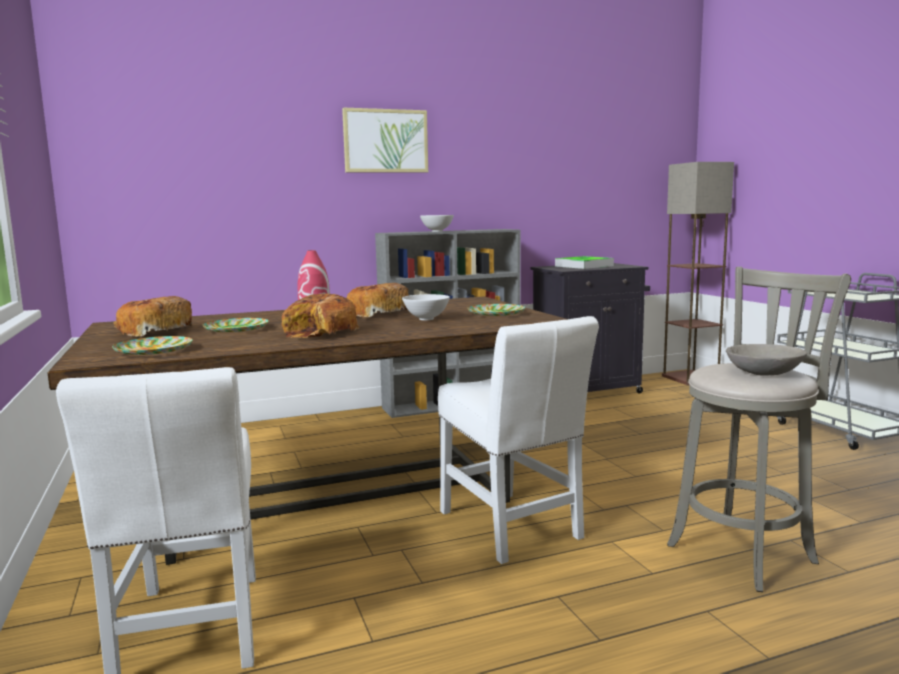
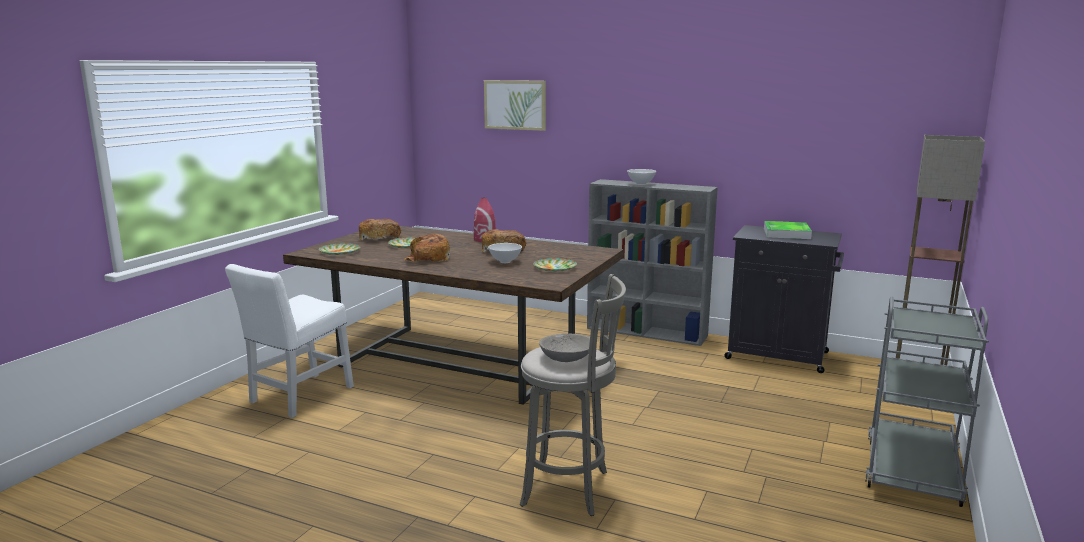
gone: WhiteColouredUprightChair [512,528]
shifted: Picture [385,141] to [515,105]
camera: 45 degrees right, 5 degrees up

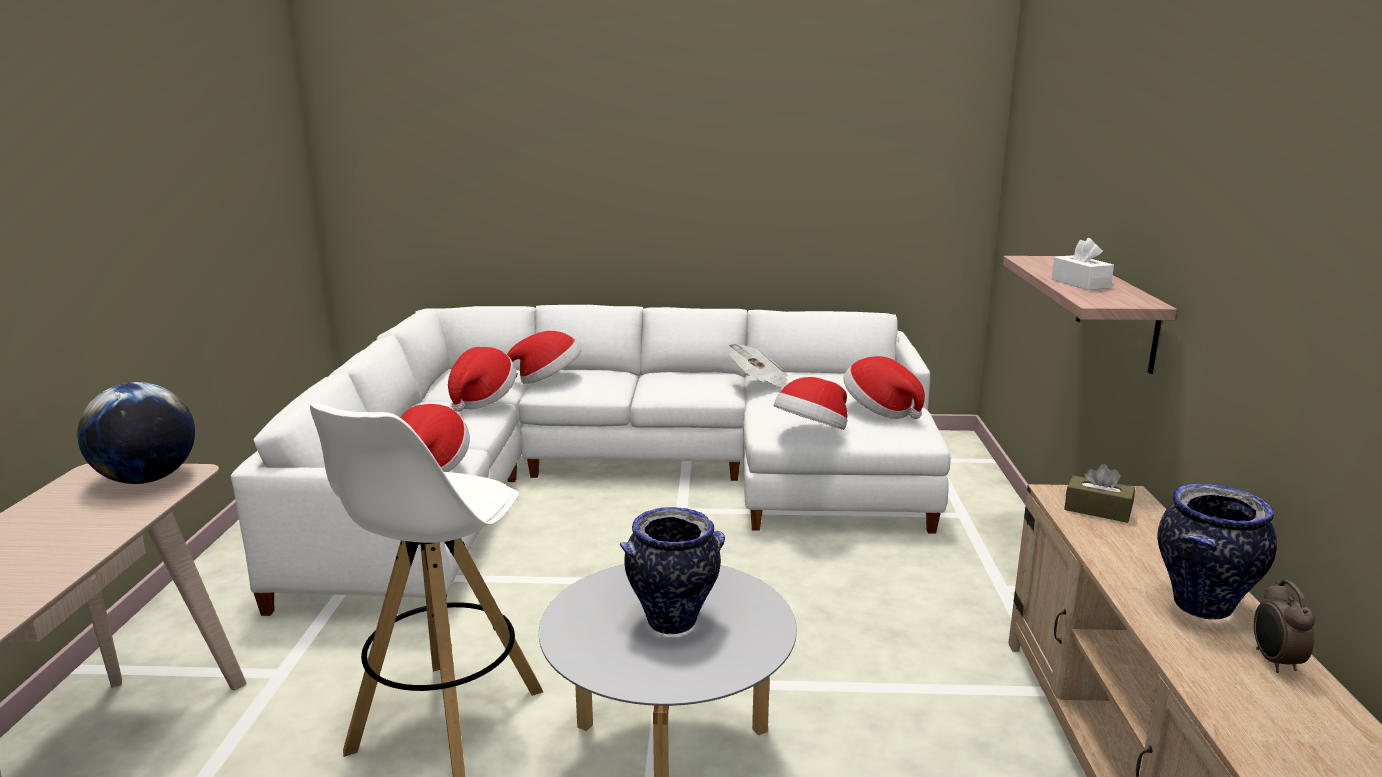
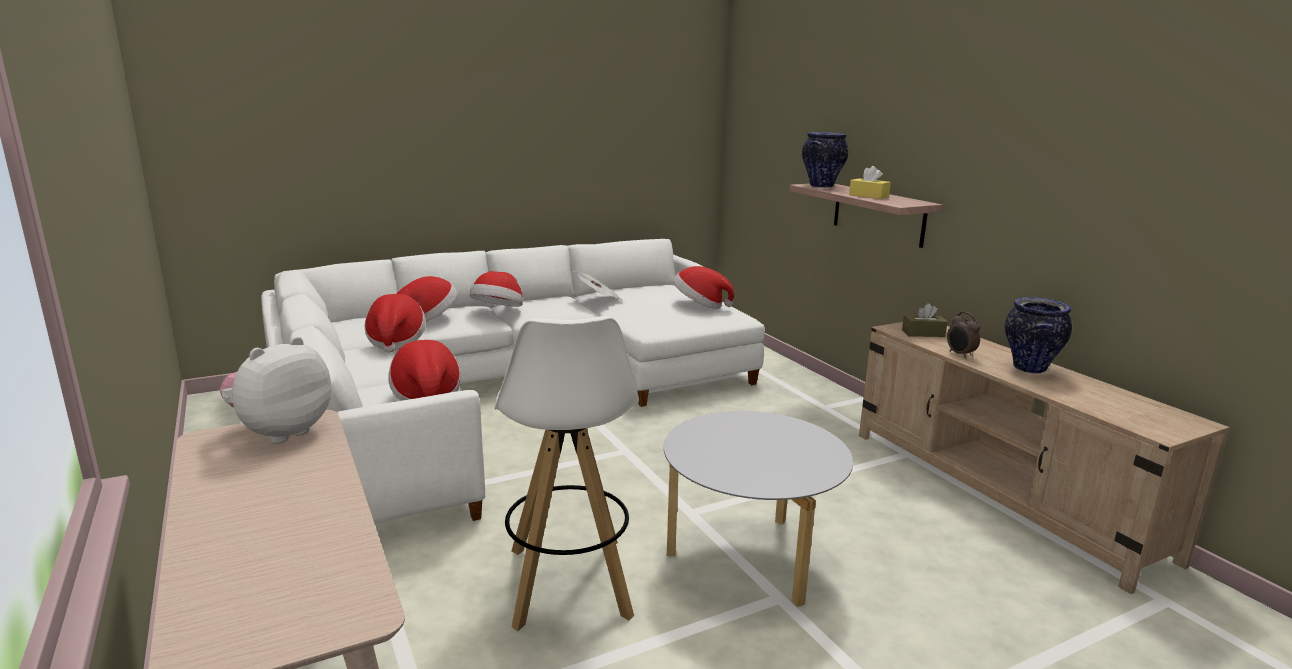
shifted: WearableHat [812,433] to [498,311]; Vase [673,621] to [821,186]; AlarmClock [1274,662] to [960,354]
swapped: DeskGlobe [147,479] to SoftToy [281,432]
repainted: WhiteColouredBoxOfTissues [1080,283] to YellowColouredBoxOfTissues [868,196]
camera: 30 degrees left, 0 degrees up

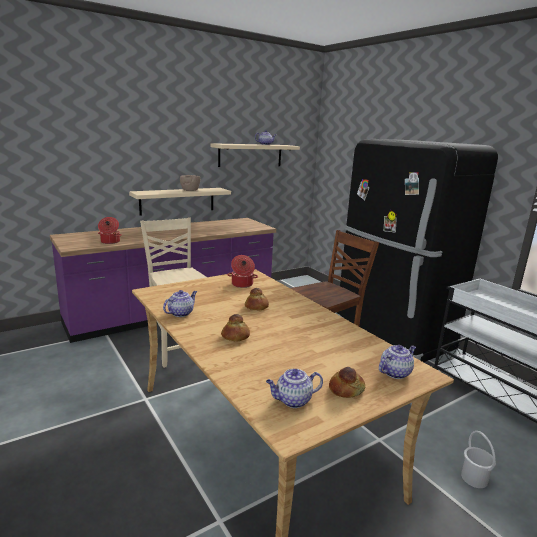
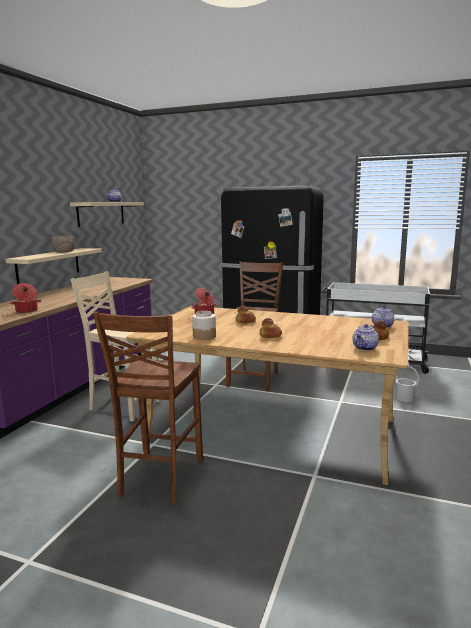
new: BrownUprightChair [159,478]
swapped: Teapot [181,313] to Jar [204,336]
camera: 35 degrees left, 5 degrees down

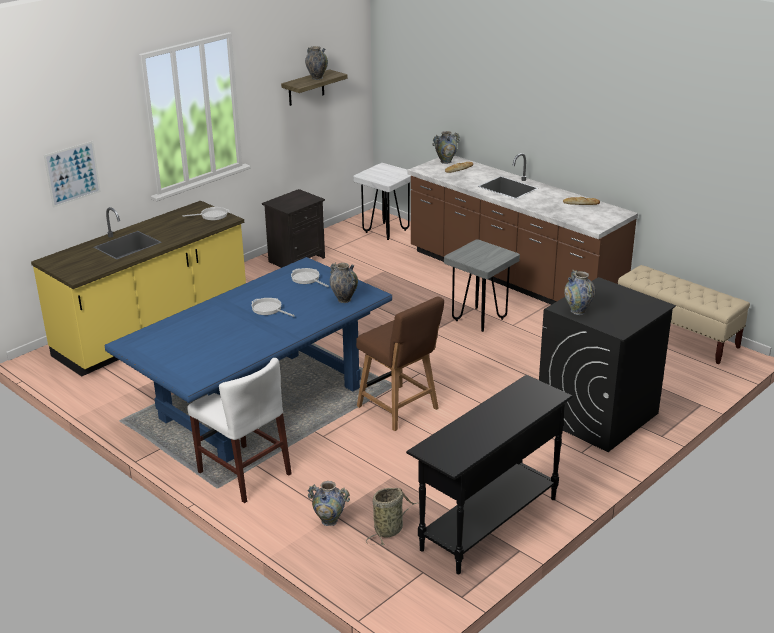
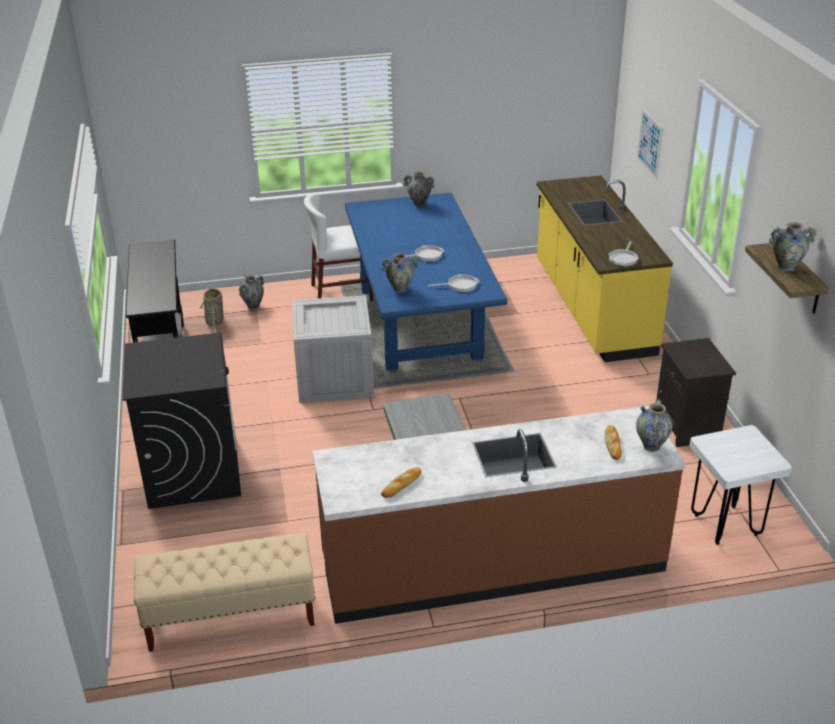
shifted: Vase [578,311] to [419,204]
swapped: BrownUprightChair [400,409] to Crate [333,378]
camera: 125 degrees right, 5 degrees up

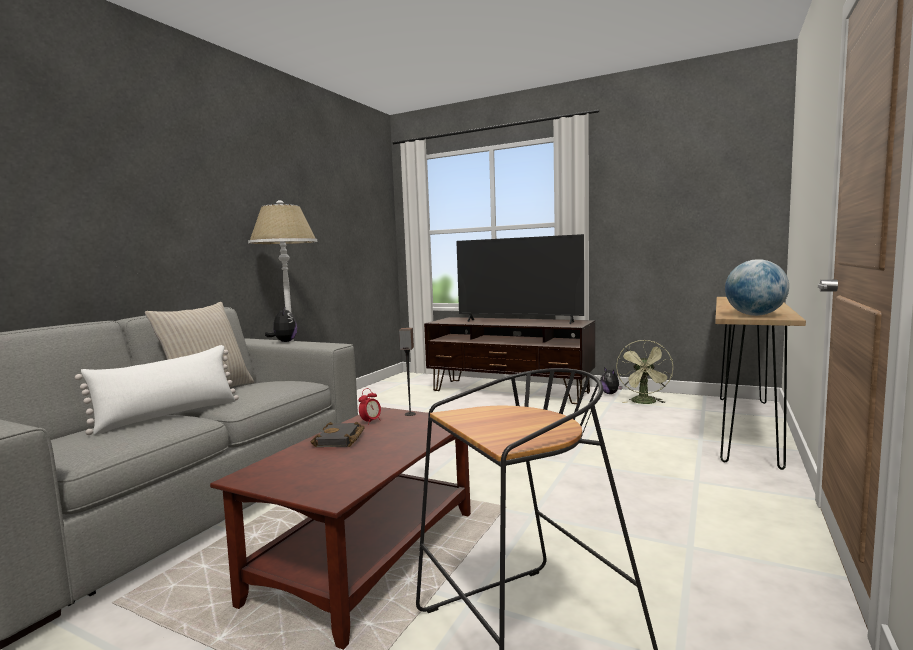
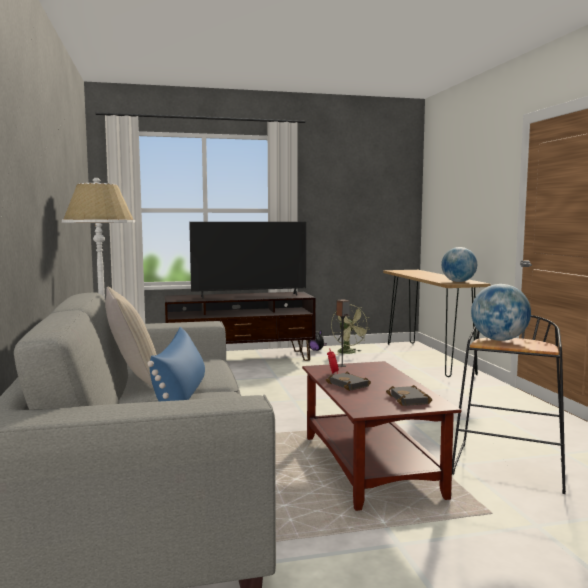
gone: SoftToy [284,342]
new: BlackishBook [410,400]; DeskGlobe [499,340]
repainted: WhiteColouredCushion [169,415] to BluishCushion [181,395]
camera: 40 degrees left, 0 degrees up

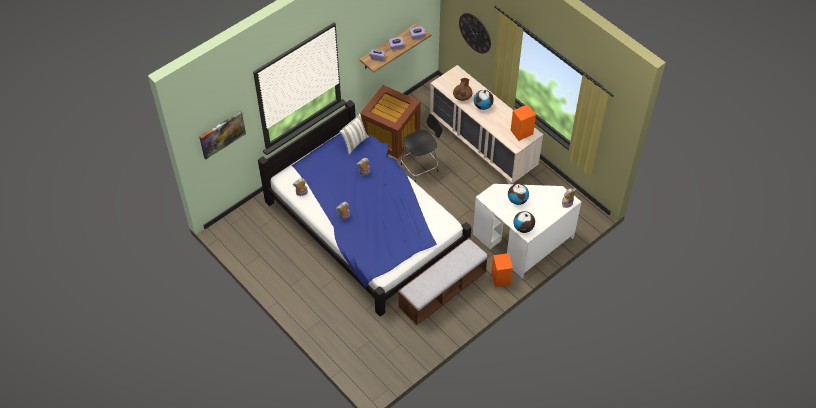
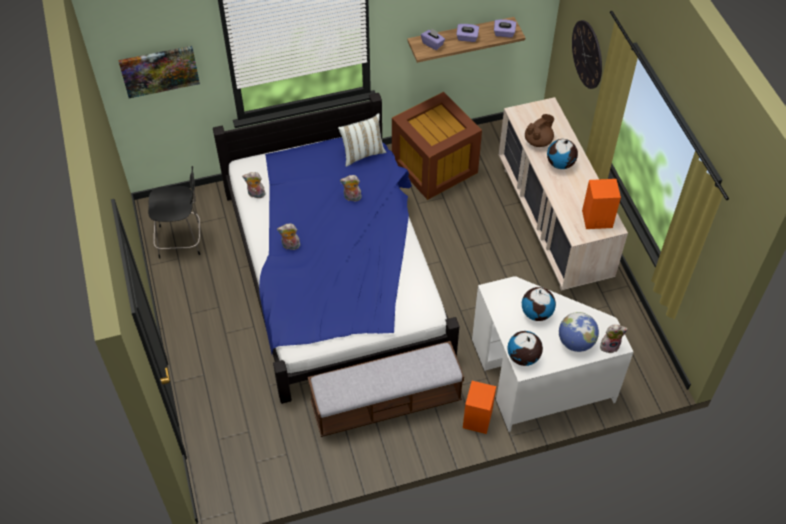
new: DeskGlobe [575,342]
shifted: BlackishUprightChair [420,167] to [181,240]
camera: 25 degrees right, 0 degrees up

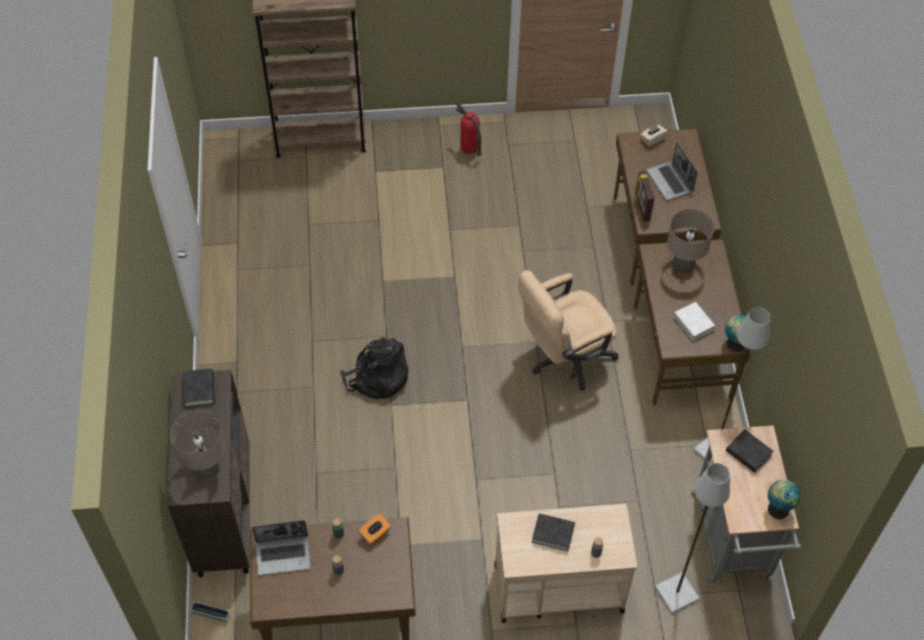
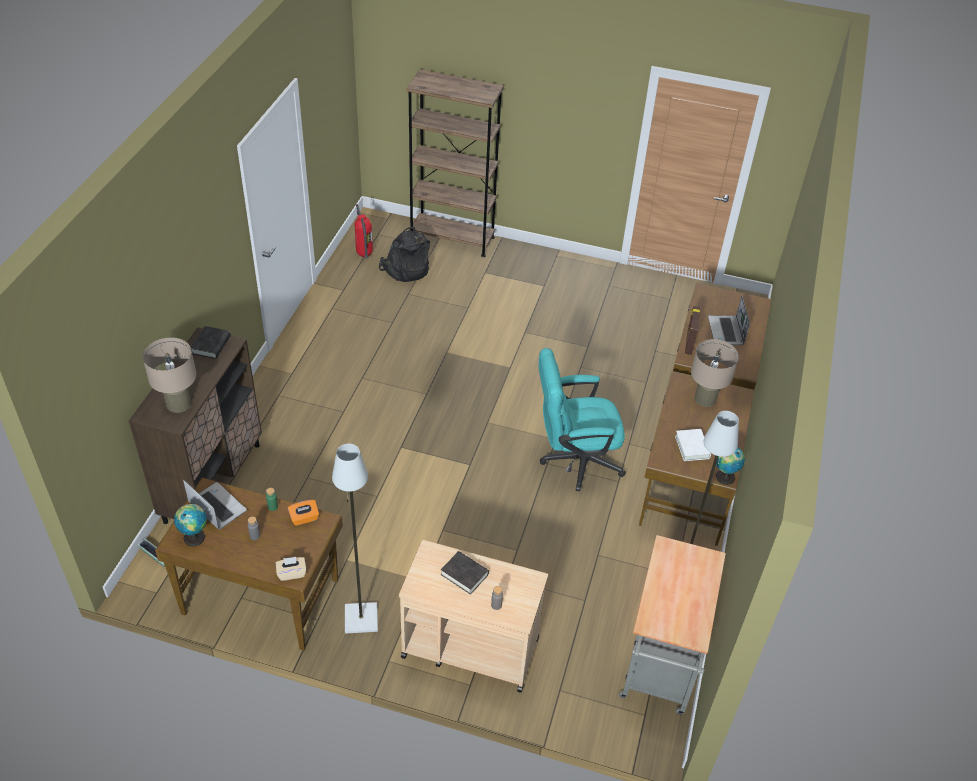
gone: BlackishBook [748,453]
shifted: DeskGlobe [777,508] to [195,536]; SandColouredBoxOfTissues [652,139] to [291,573]; GrayStandingLamp [676,594] to [360,619]; FireExtinguisher [469,150] to [364,255]; BlackishRucksack [377,378] to [405,269]
repainted: SandColouredComputerChair [564,358] to TurquoiseComputerChair [574,460]
rotated: PortableComputer [284,554] = [216,507] 150 degrees counterclockwise
camera: 20 degrees right, 10 degrees down

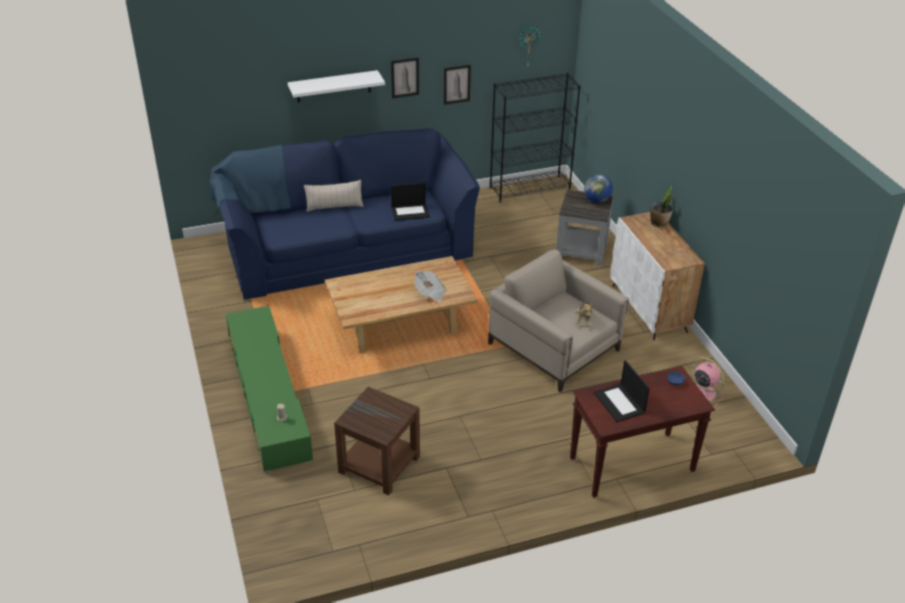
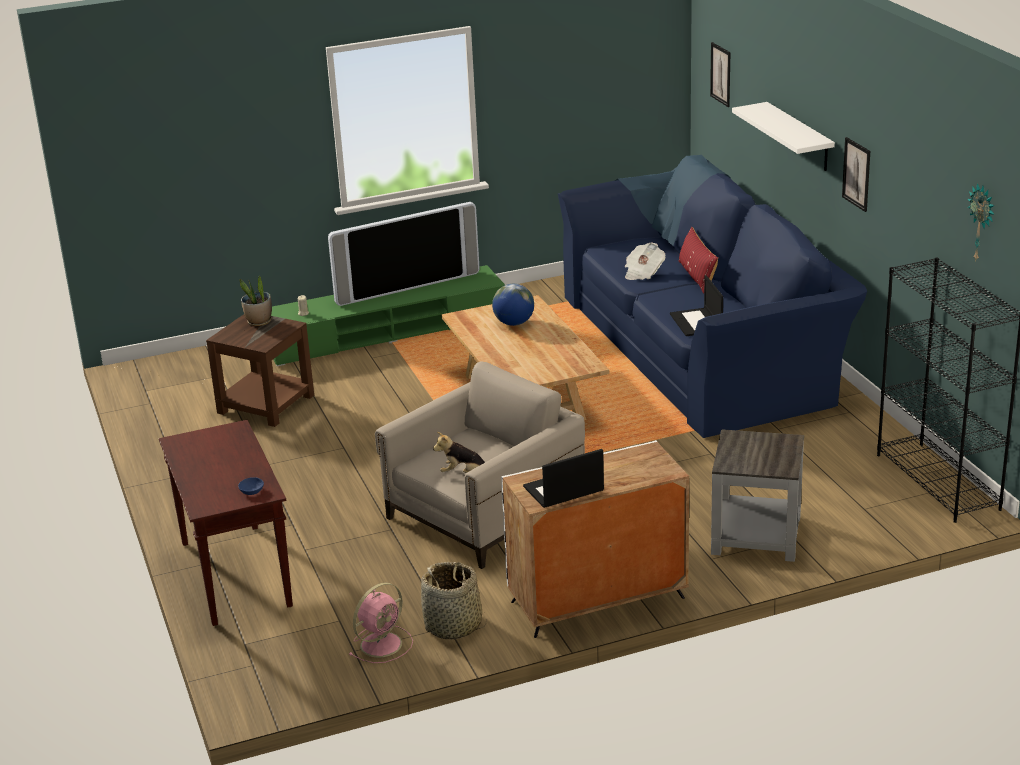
new: Tv [406,287]; Basket [453,625]
shifted: PottedPlant [659,223] to [259,322]; DeskGlobe [597,200] to [514,323]; PortableComputer [620,403] to [563,489]; DailyPaper [430,293] to [643,273]; Picture [456,84] to [720,74]
repainted: SandColouredCushion [334,207] to RedCushion [697,276]
camera: 90 degrees right, 10 degrees down

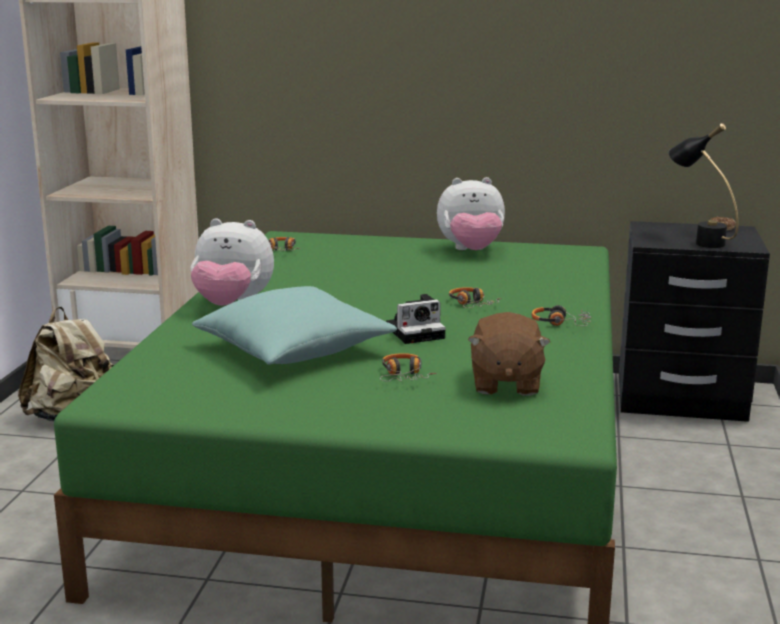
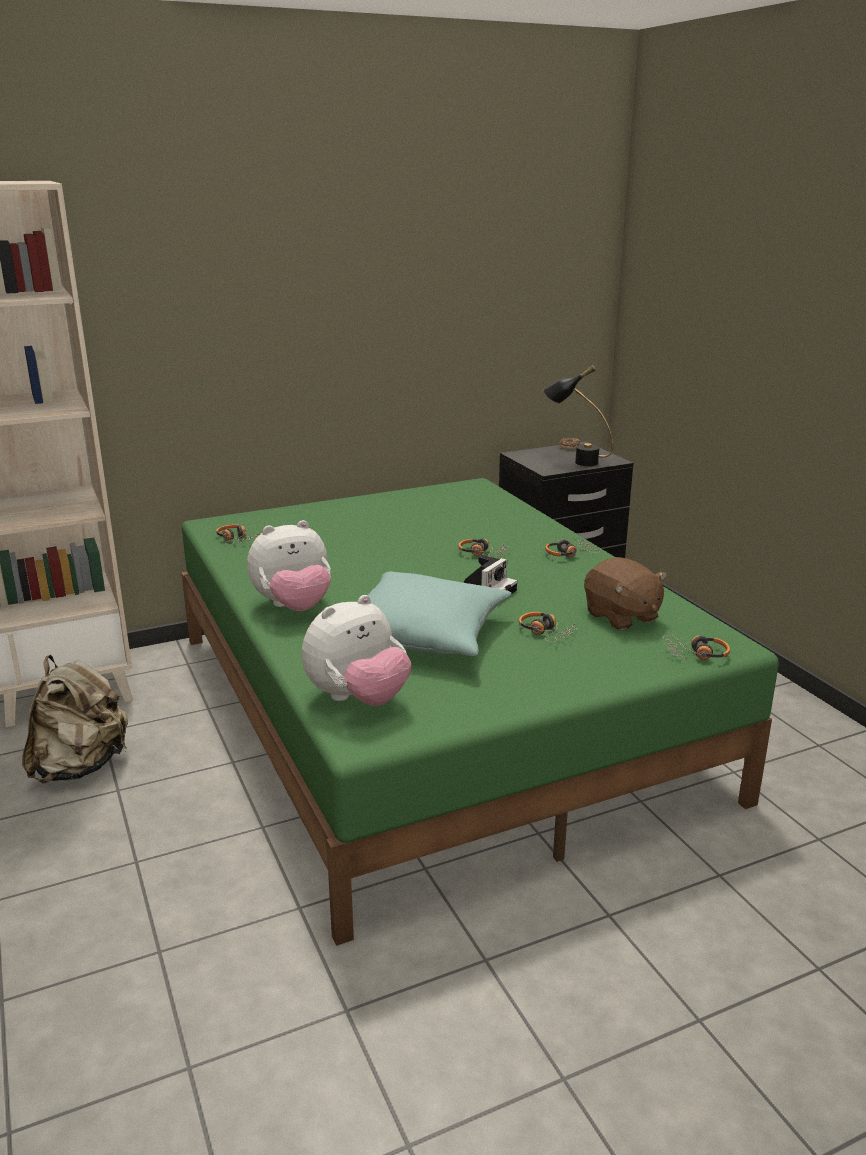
new: PairOfHeadphones [696,654]
shifted: SoftToy [471,251] to [358,699]
camera: 35 degrees left, 5 degrees up

